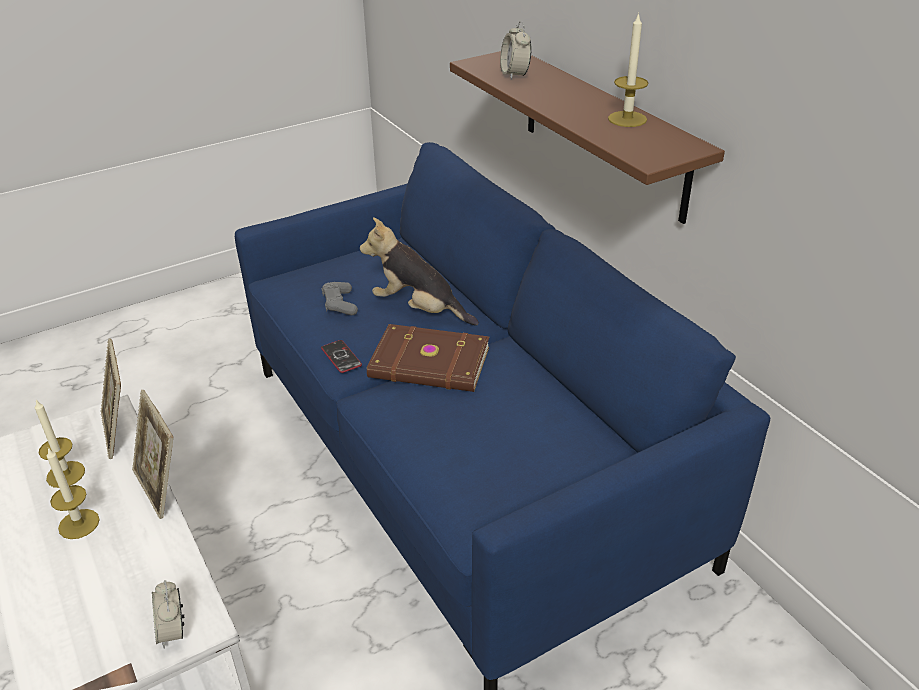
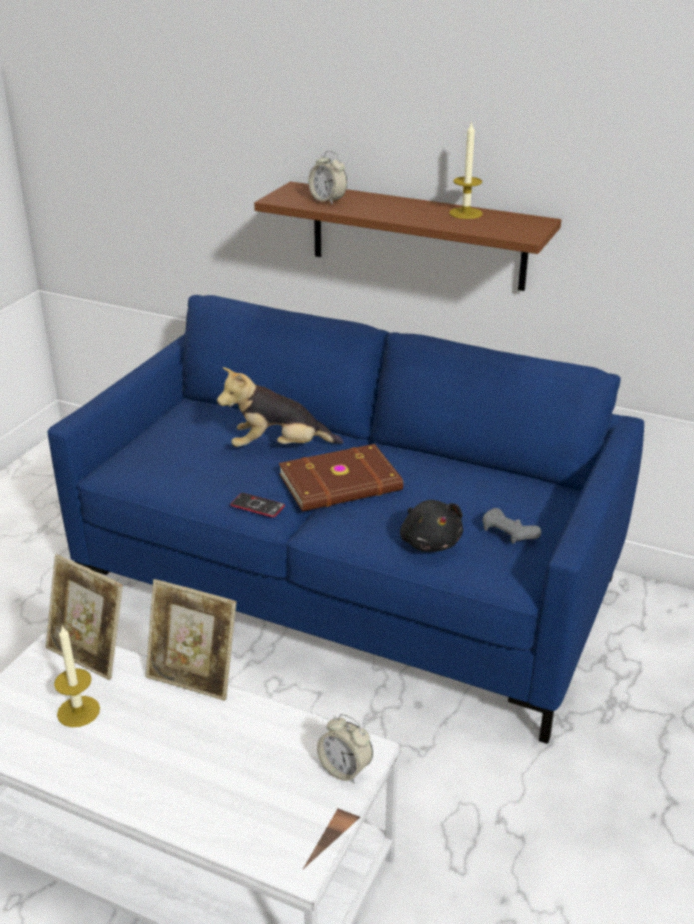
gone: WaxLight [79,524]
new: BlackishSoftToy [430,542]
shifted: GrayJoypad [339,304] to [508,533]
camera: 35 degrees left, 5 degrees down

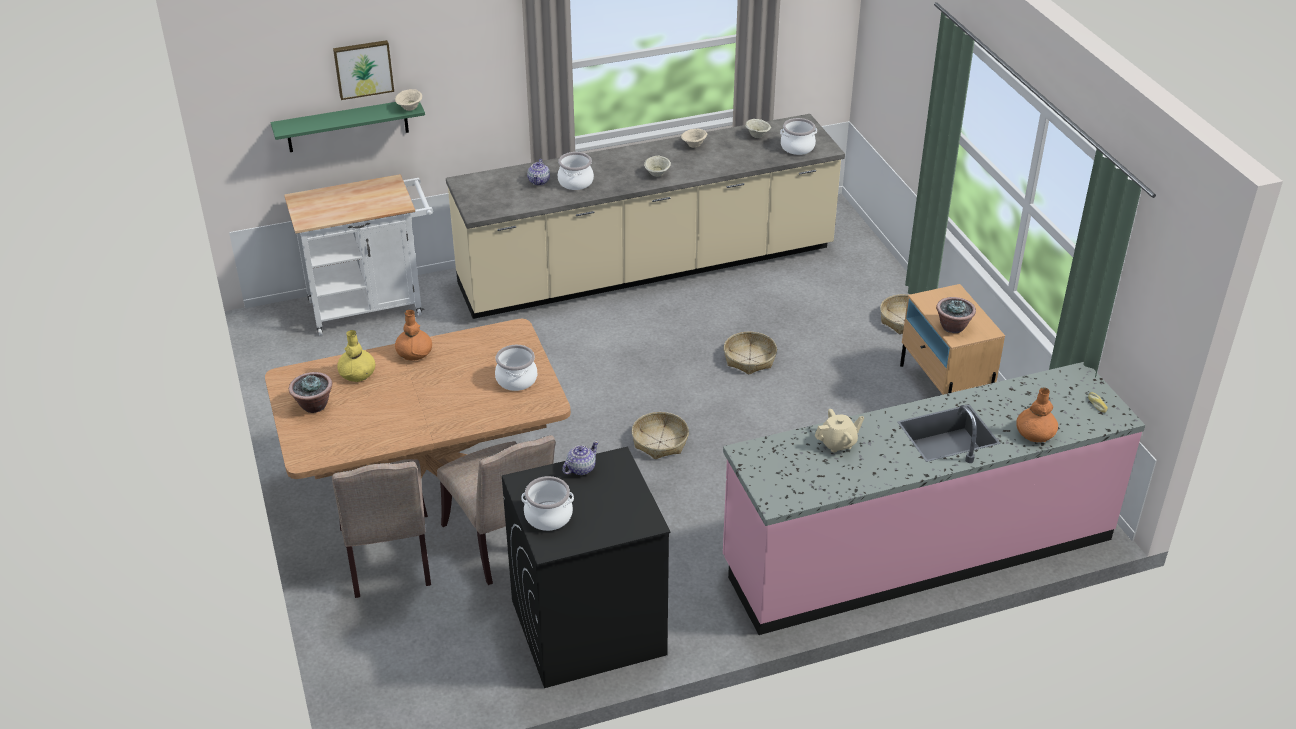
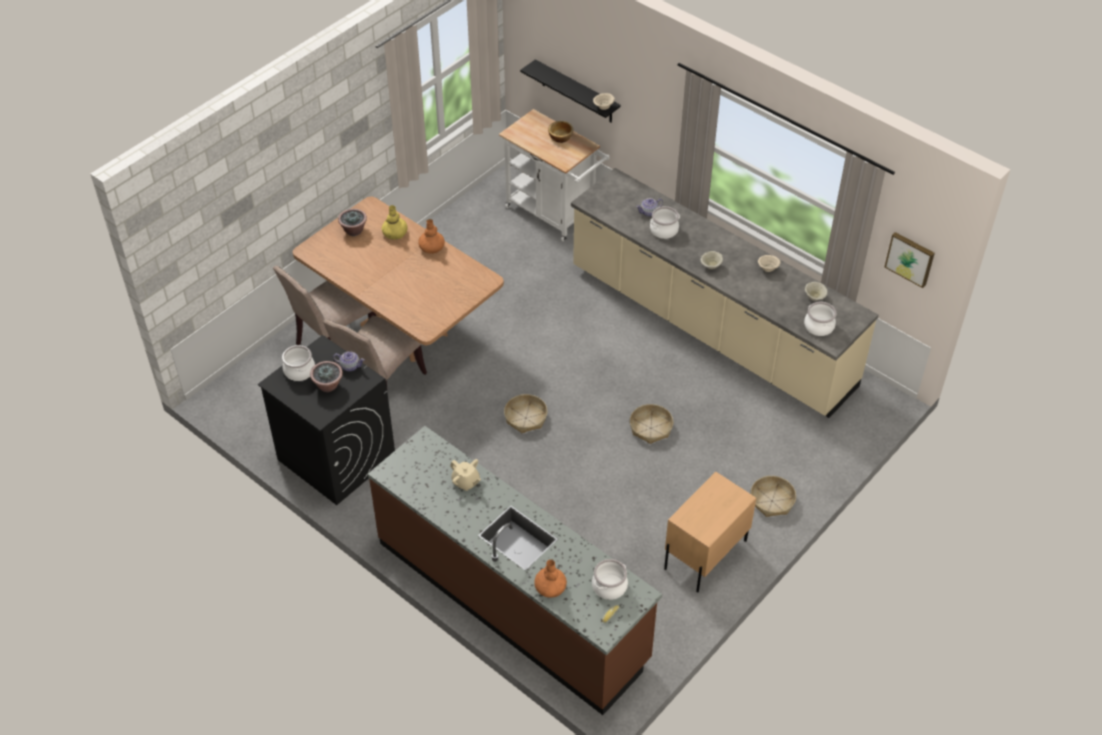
new: DeepDish [560,137]
shifted: PottedPlant [953,327] to [328,385]; Saucepot [517,379] to [609,586]; Picture [363,68] to [910,258]
repainted: PinkishCounter [917,551] to BrownCounter [512,600]; GreenishBracketShelf [347,125] to BlackishBracketShelf [577,92]
camera: 60 degrees right, 10 degrees up

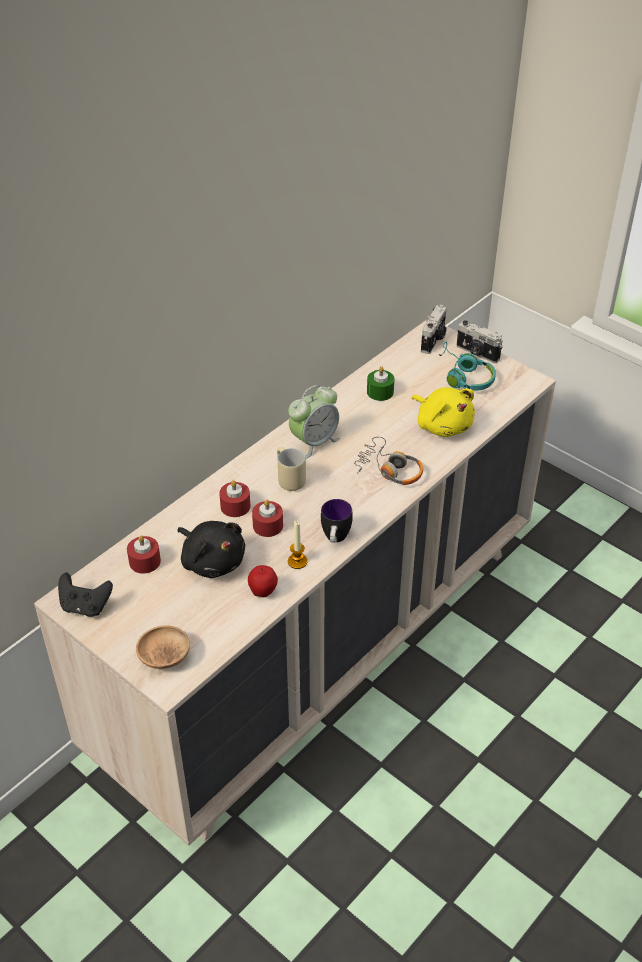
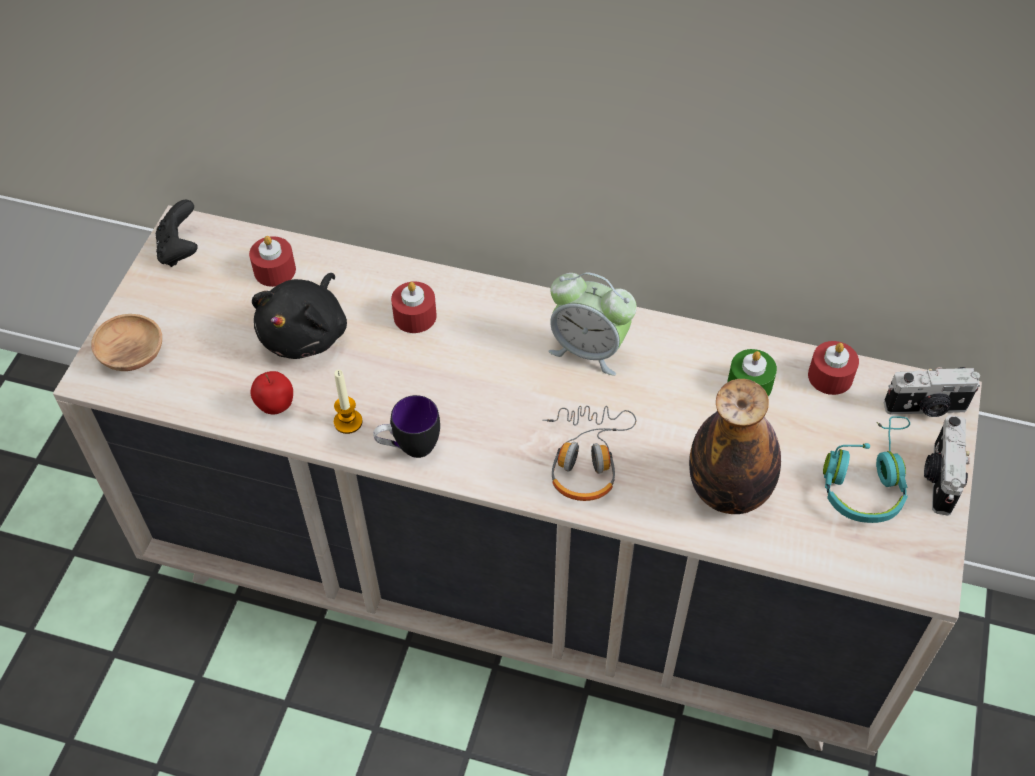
gone: SandColouredCoffeeMug [287,479]
shifted: RedWaxLight [268,525] to [830,376]
swapped: YellowColouredSoftToy [442,425] to Bottle [728,491]
camera: 65 degrees right, 10 degrees up

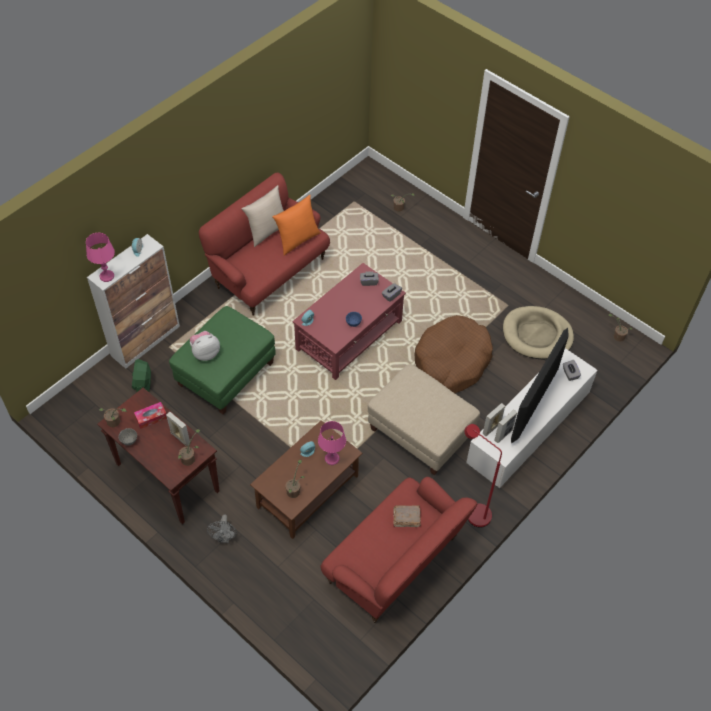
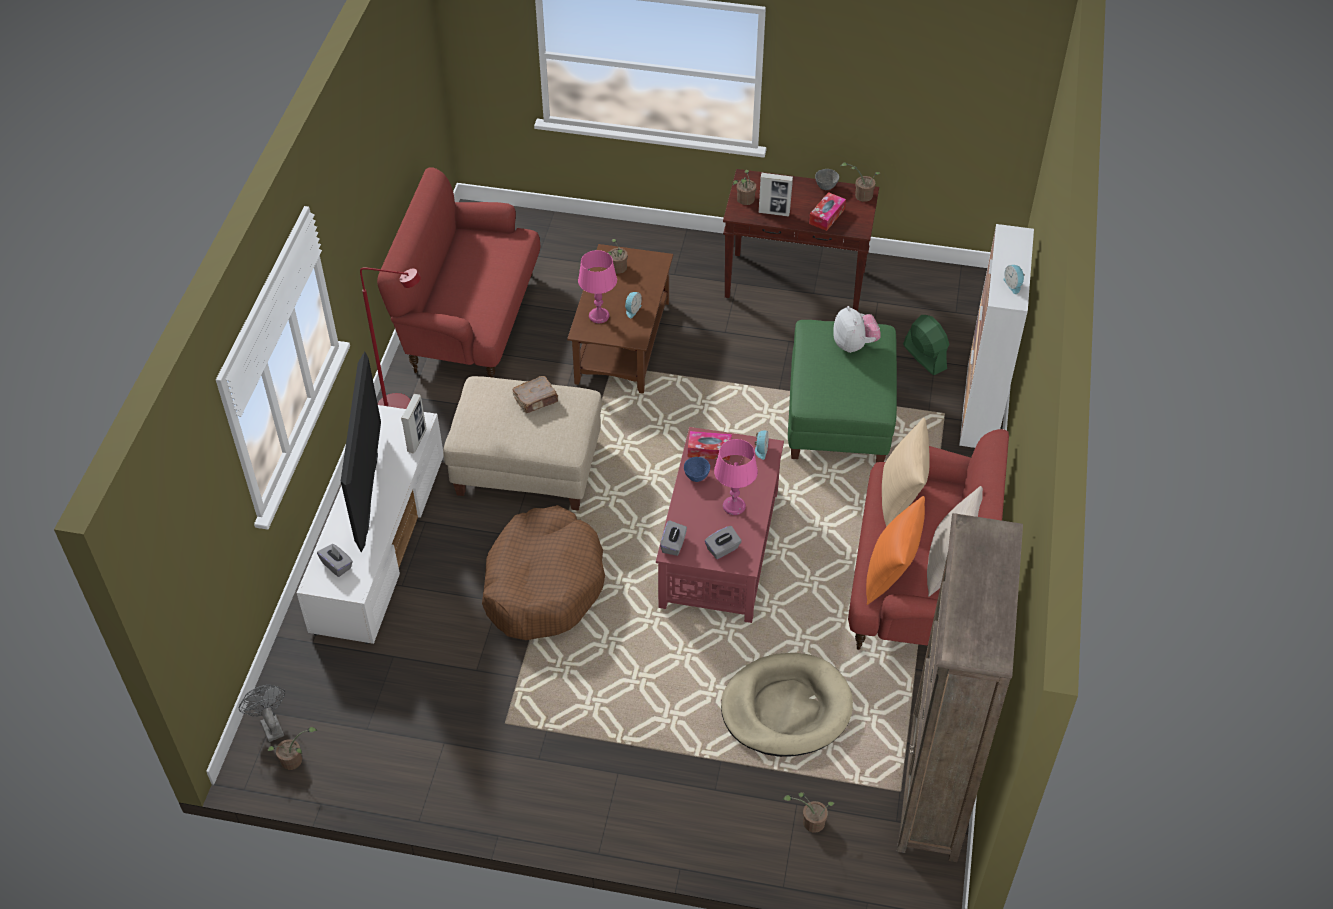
gone: StandingFrame [503,435]
new: BoxOfTissues [709,450]; SandColouredCushion [901,498]; BrownBookshelf [933,789]
shifted: GrayElectricFan [224,538] to [270,725]; BrownBook [406,518] to [536,400]; PinkishTableLamp [107,276] to [733,506]; SandColouredPetBed [537,335] to [786,708]
rotated: SoftToy [205,353] = [854,345] 45 degrees counterclockwise
camera: 150 degrees right, 5 degrees down

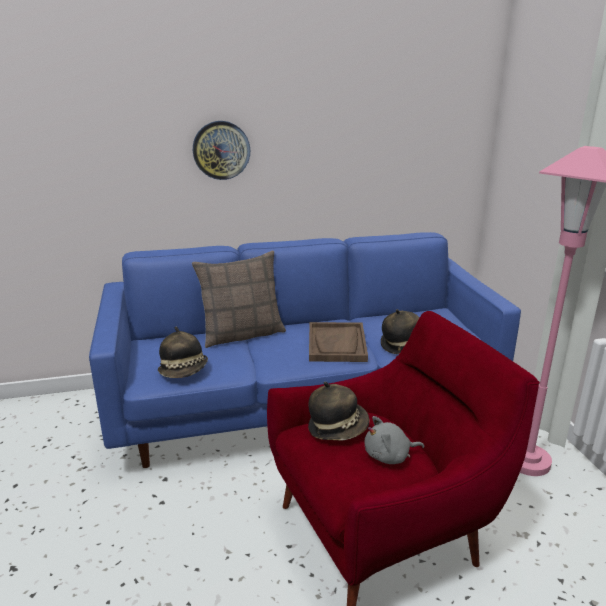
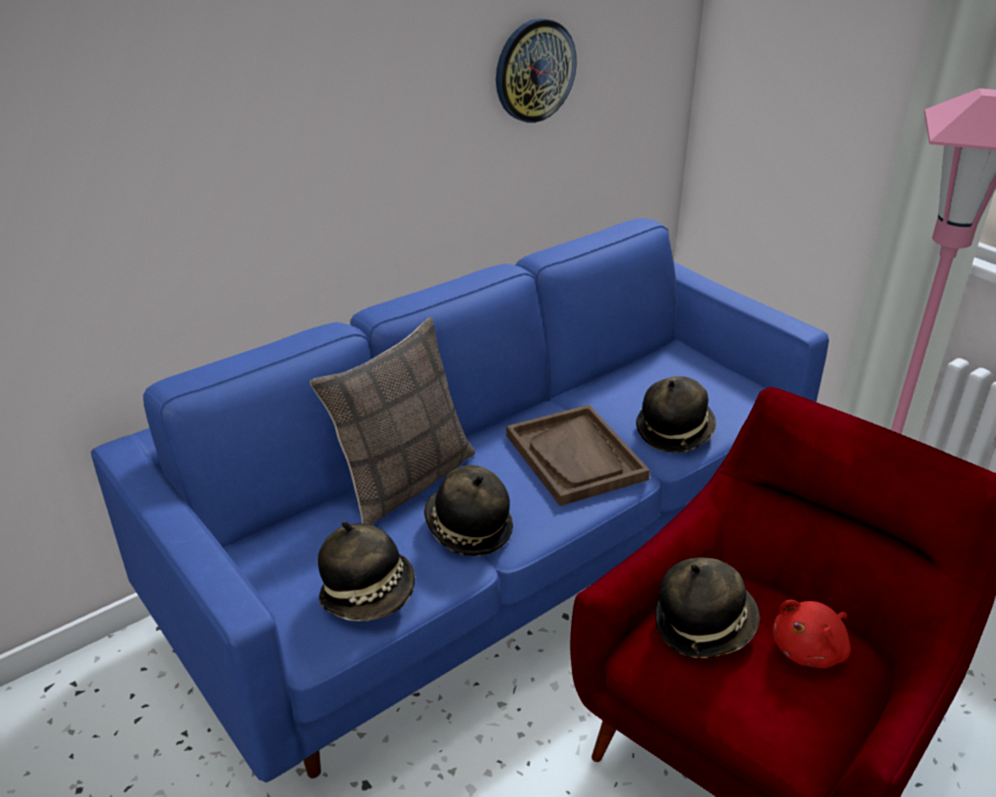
new: WearableHat [467,529]
shifted: HangingClock [221,150] to [534,70]
repainted: GraySoftToy [389,456] to RedSoftToy [810,650]
camera: 25 degrees left, 10 degrees up

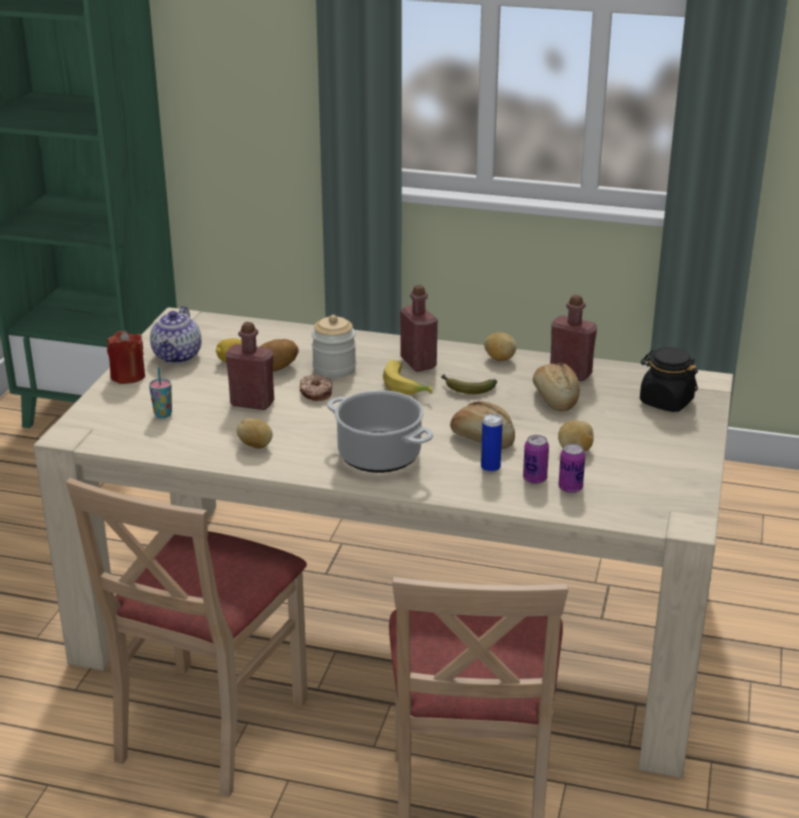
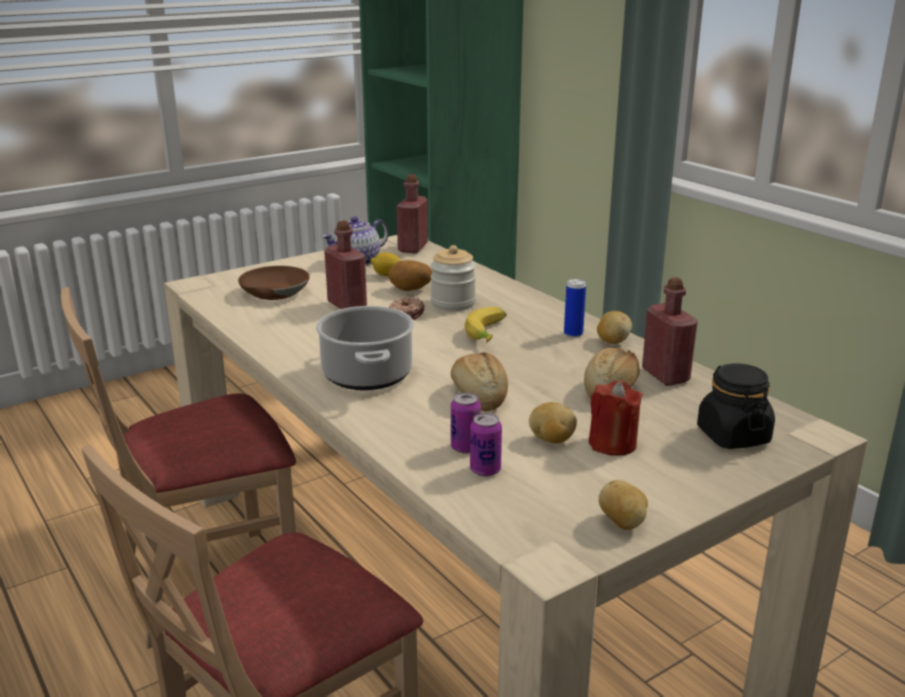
gone: BananaFruit [466,388]
shifted: RedBottle [418,363] to [412,248]; MetalCan [490,468] to [573,334]; RedWaxLight [128,376] to [612,444]; Potato [256,446] to [622,523]
swapped: DrinkingCup [163,414] to BrownDeepDish [274,292]
camera: 40 degrees right, 5 degrees down

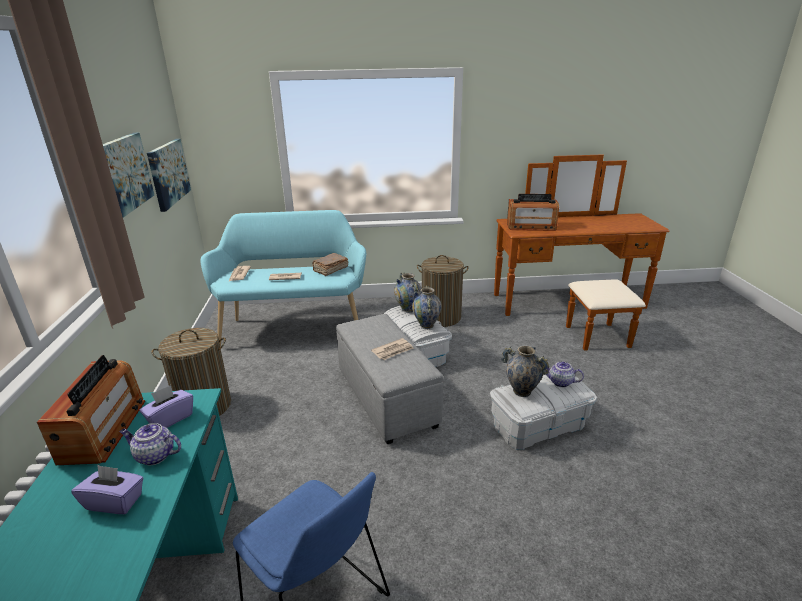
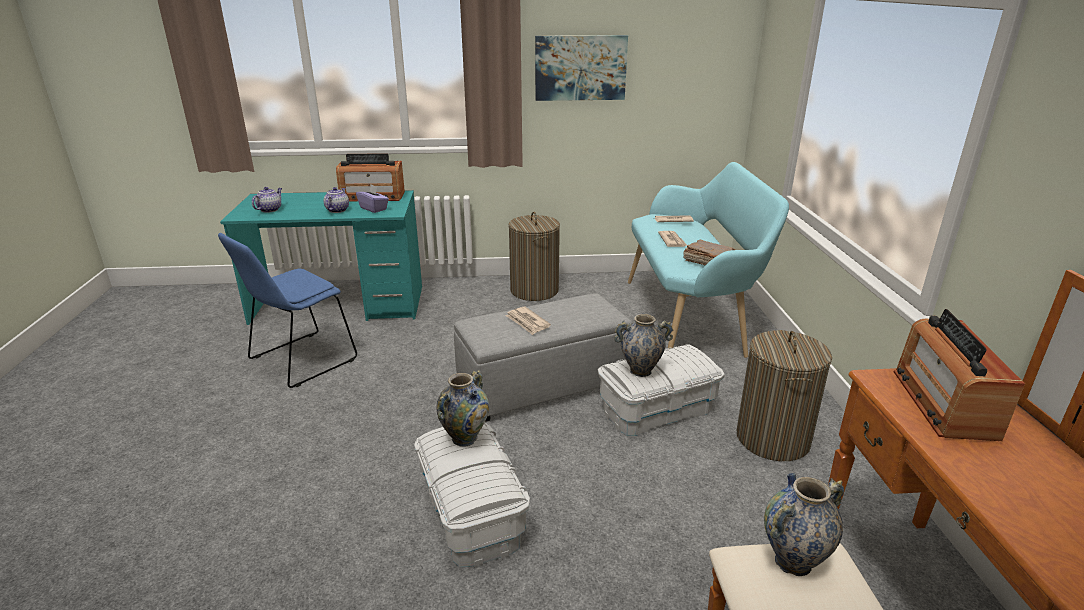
gone: PurplishBoxOfTissues [115,501]; Picture [168,173]
shifted: Teapot [560,382] to [270,209]; Vase [408,309] to [793,562]
camera: 90 degrees right, 0 degrees up

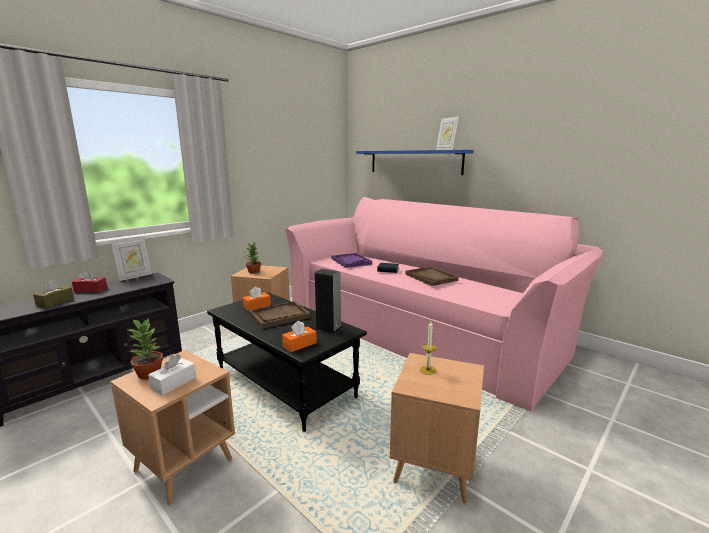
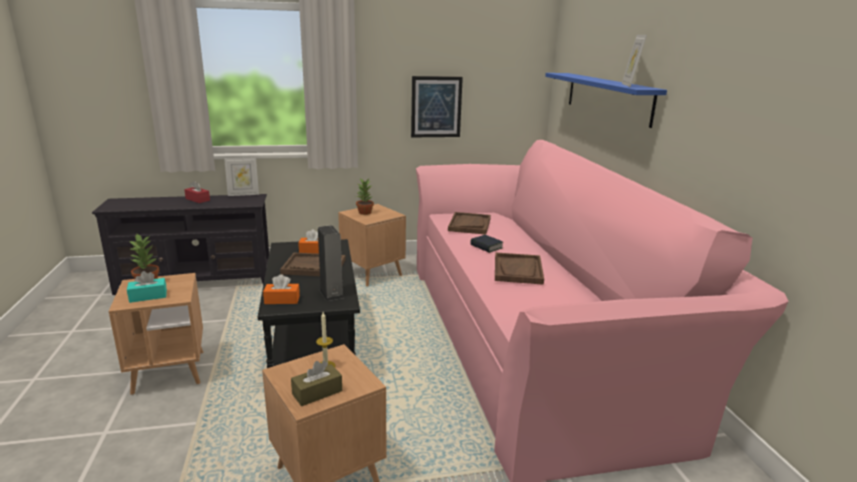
new: Picture [436,107]
shifted: BrownBoxOfTissues [55,302] to [317,392]
repainted: WhiteColouredBoxOfTissues [174,383] to TurquoiseBoxOfTissues [148,296]; PurplishServingTray [351,261] to BrownServingTray [469,224]
camera: 35 degrees right, 5 degrees up

